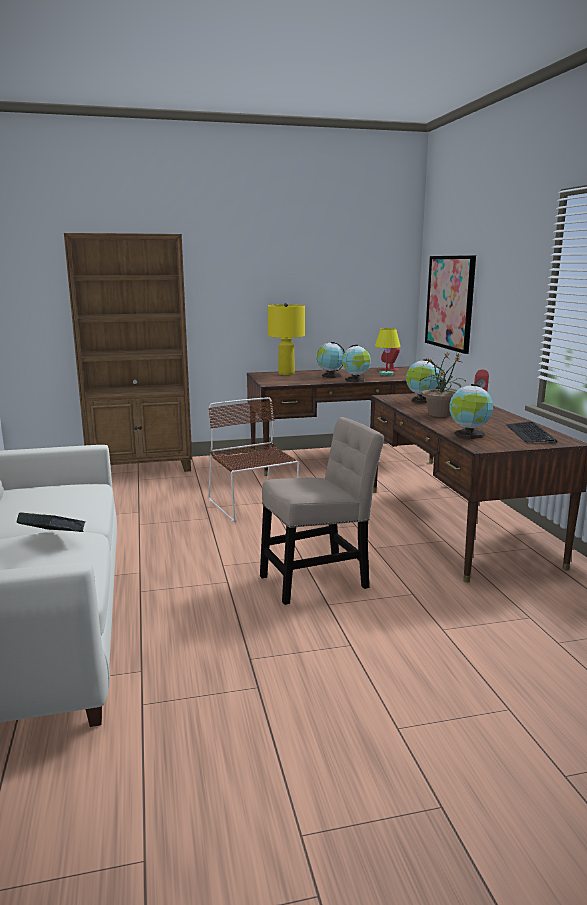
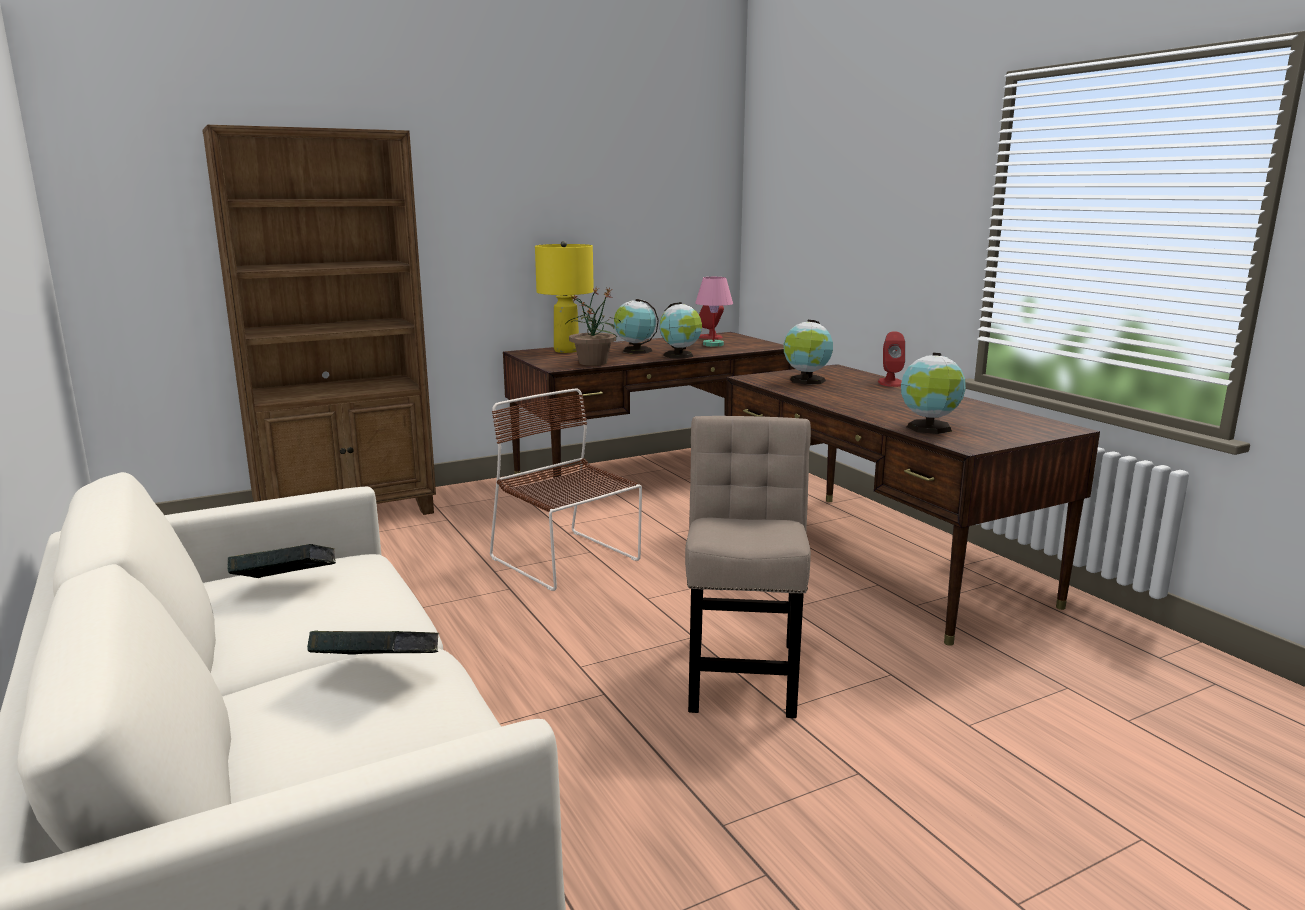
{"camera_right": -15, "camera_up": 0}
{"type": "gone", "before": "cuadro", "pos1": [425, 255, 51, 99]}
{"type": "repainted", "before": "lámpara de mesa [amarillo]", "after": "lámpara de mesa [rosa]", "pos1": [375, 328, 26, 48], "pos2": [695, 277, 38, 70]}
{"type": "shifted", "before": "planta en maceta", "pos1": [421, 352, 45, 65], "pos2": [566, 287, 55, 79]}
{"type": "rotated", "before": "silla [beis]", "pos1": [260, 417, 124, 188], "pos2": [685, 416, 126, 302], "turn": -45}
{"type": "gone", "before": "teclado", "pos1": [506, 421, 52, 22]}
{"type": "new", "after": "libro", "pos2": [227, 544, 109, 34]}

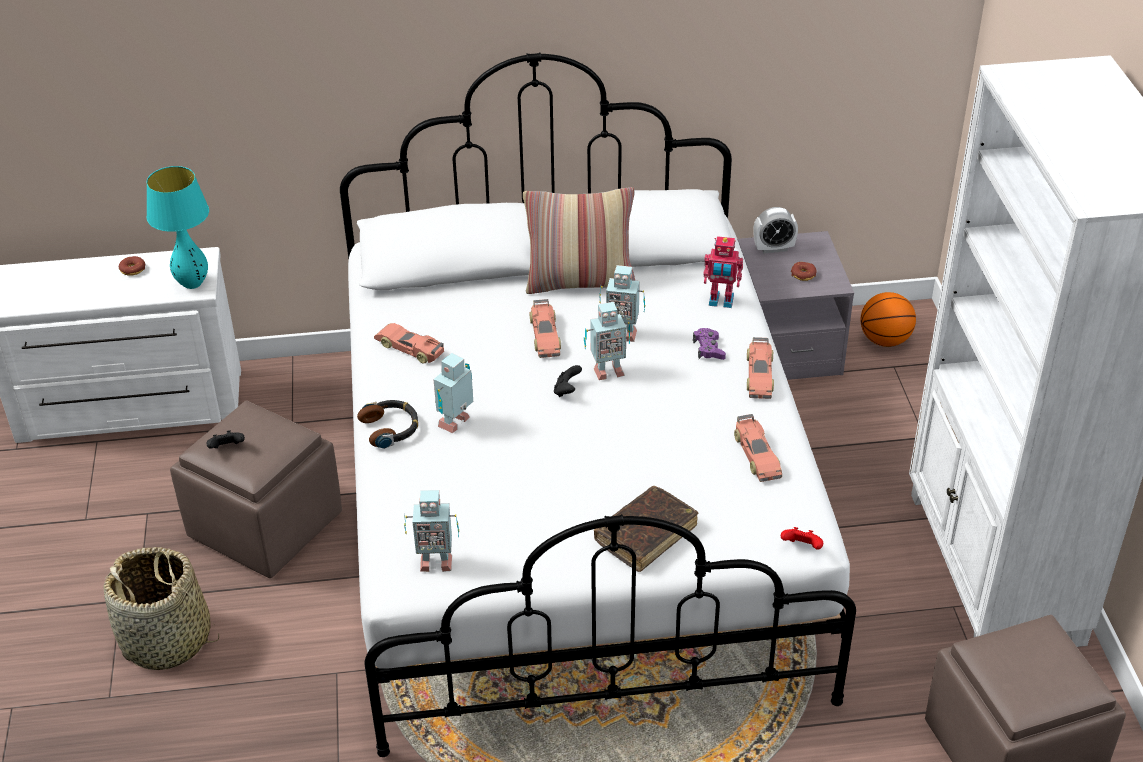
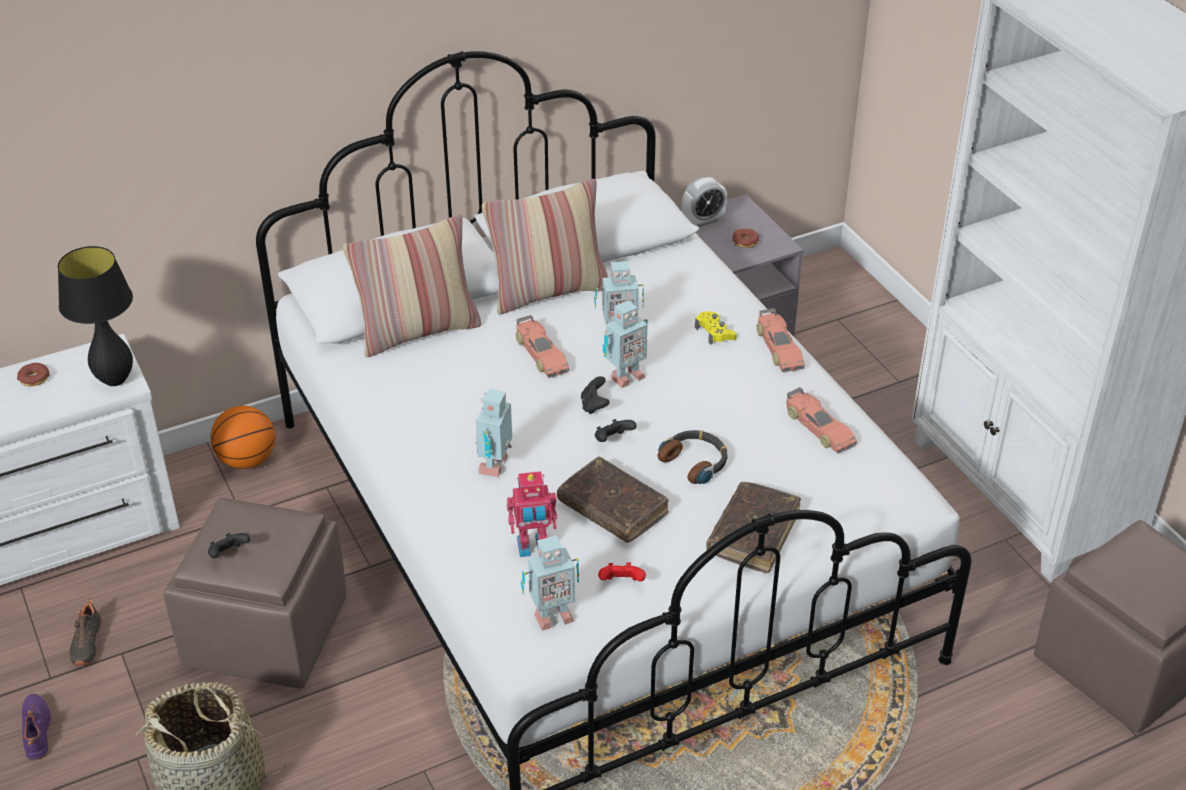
{"camera_right": -20, "camera_up": 0}
{"type": "repainted", "before": "lámpara de mesa [turquesa]", "after": "lámpara de mesa [negro]", "pos1": [147, 166, 62, 123], "pos2": [58, 246, 75, 140]}
{"type": "shifted", "before": "robot de juguete", "pos1": [703, 236, 40, 72], "pos2": [507, 471, 50, 86]}
{"type": "shifted", "before": "balón de baloncesto", "pos1": [861, 292, 55, 55], "pos2": [211, 406, 64, 63]}
{"type": "gone", "before": "coche de juguete", "pos1": [374, 323, 70, 40]}
{"type": "repainted", "before": "mando de consola [morado]", "after": "mando de consola [amarillo]", "pos1": [693, 328, 33, 32], "pos2": [695, 311, 42, 34]}
{"type": "shifted", "before": "auriculares", "pos1": [357, 400, 61, 49], "pos2": [658, 430, 70, 54]}
{"type": "shifted", "before": "mando de consola [rojo]", "pos1": [781, 527, 42, 23], "pos2": [598, 562, 48, 20]}
{"type": "new", "after": "cojín", "pos2": [343, 215, 139, 142]}
{"type": "new", "after": "mando de consola [negro]", "pos2": [595, 419, 41, 23]}
{"type": "new", "after": "libro [marrón]", "pos2": [557, 457, 112, 86]}
{"type": "new", "after": "zapato [negro]", "pos2": [70, 598, 32, 68]}
{"type": "new", "after": "zapato [morado]", "pos2": [22, 694, 29, 66]}

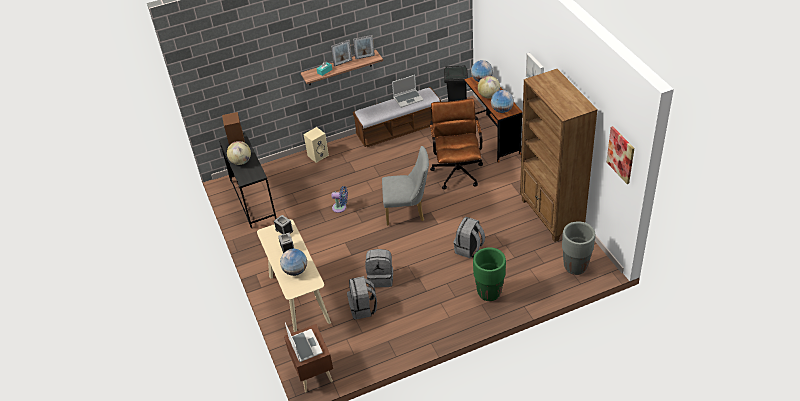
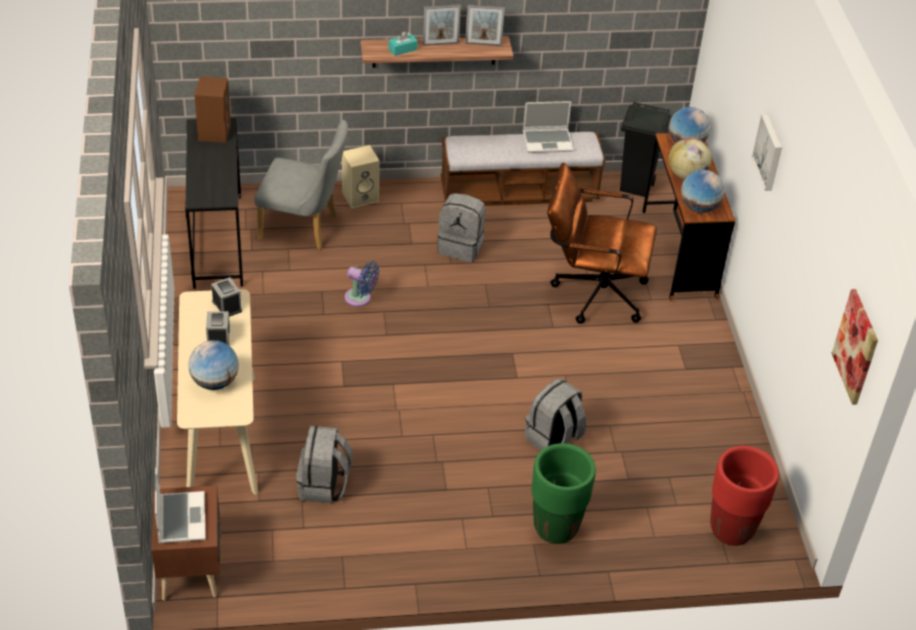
{"camera_right": 10, "camera_up": 0}
{"type": "gone", "before": "estantería [marrón]", "pos1": [520, 69, 78, 173]}
{"type": "rotated", "before": "silla de oficina [marrón]", "pos1": [430, 98, 53, 92], "pos2": [547, 163, 110, 161], "turn": -90}
{"type": "gone", "before": "globo terráqueo", "pos1": [227, 141, 24, 24]}
{"type": "shifted", "before": "silla [gris]", "pos1": [382, 146, 47, 79], "pos2": [254, 120, 94, 129]}
{"type": "repainted", "before": "maceta [gris]", "after": "maceta [rojo]", "pos1": [562, 221, 33, 54], "pos2": [710, 446, 69, 100]}
{"type": "shifted", "before": "mochila [gris]", "pos1": [365, 249, 28, 38], "pos2": [437, 193, 49, 69]}

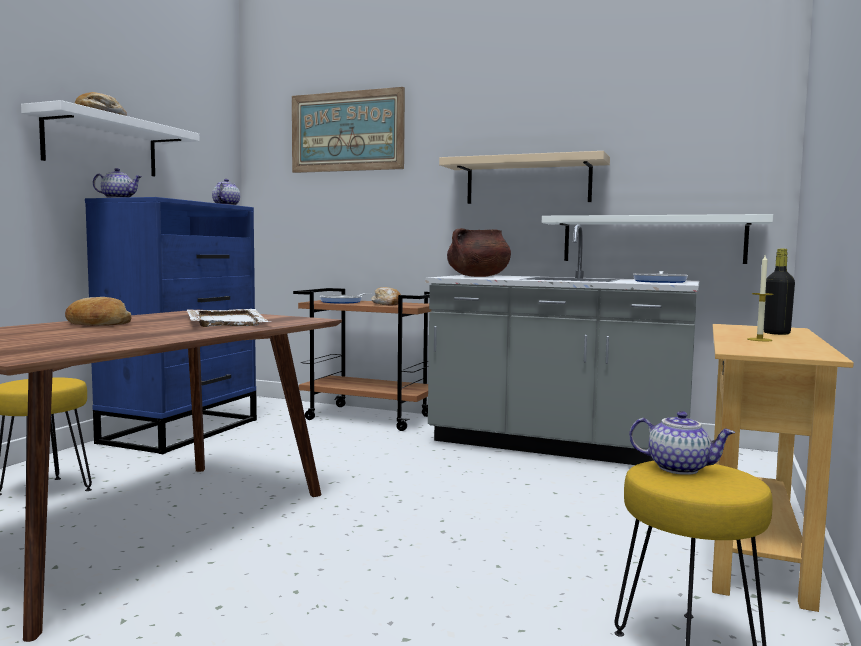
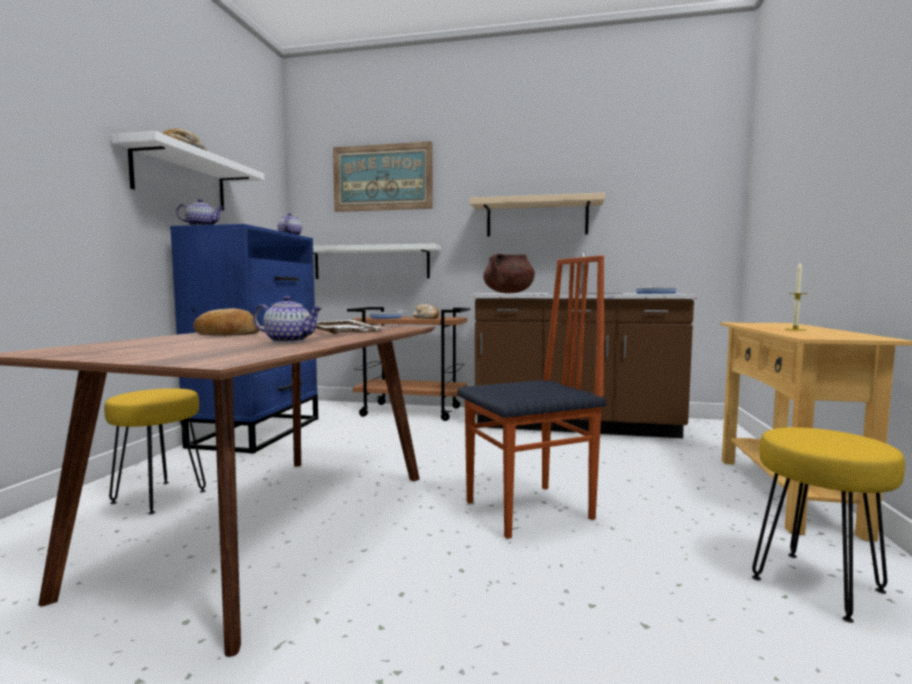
{"camera_right": -10, "camera_up": 0}
{"type": "shifted", "before": "estante [blanco]", "pos1": [542, 214, 231, 50], "pos2": [313, 244, 128, 35]}
{"type": "repainted", "before": "mueble bajo de cocina [gris]", "after": "mueble bajo de cocina [marrón]", "pos1": [425, 224, 274, 241], "pos2": [473, 251, 225, 187]}
{"type": "gone", "before": "botella [negro]", "pos1": [764, 249, 31, 86]}
{"type": "shifted", "before": "tetera", "pos1": [629, 411, 106, 64], "pos2": [253, 296, 70, 47]}
{"type": "new", "after": "silla", "pos2": [457, 255, 149, 284]}

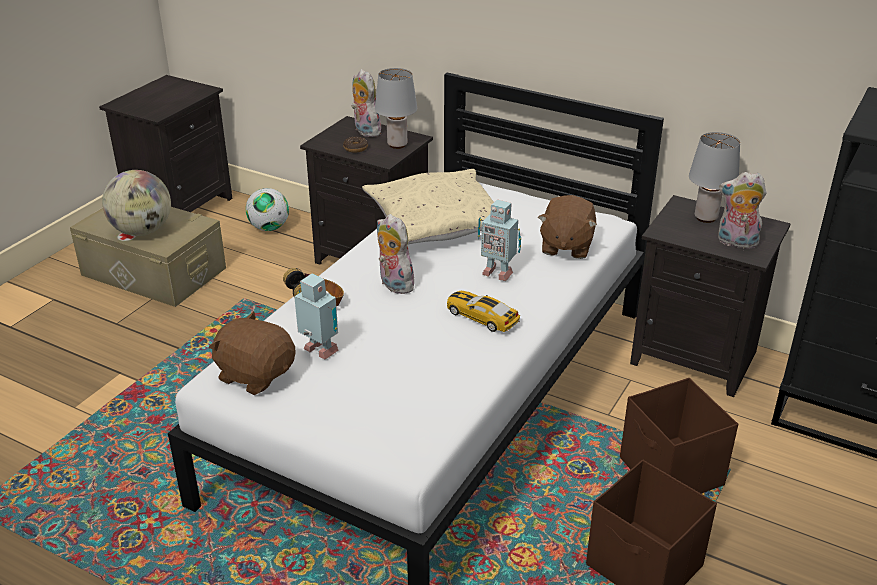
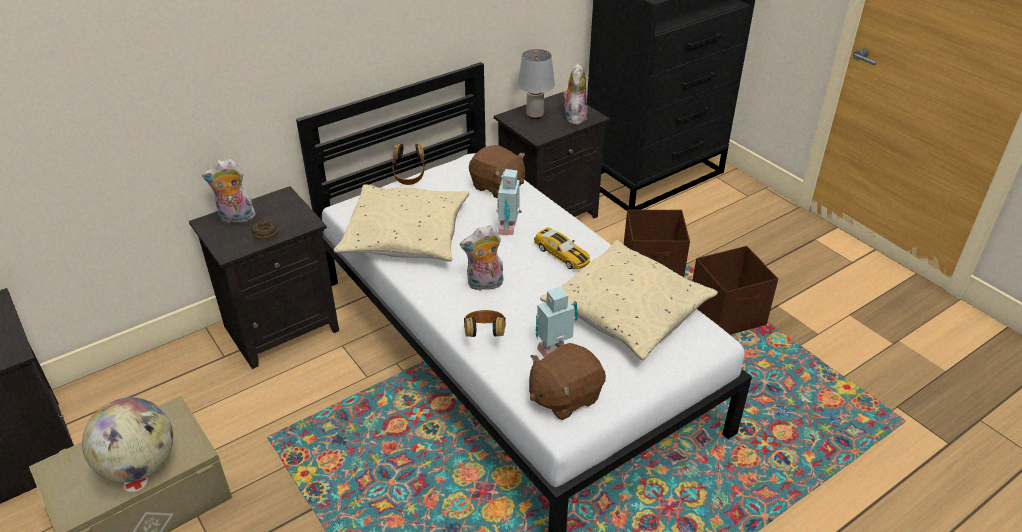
{"camera_right": -65, "camera_up": 5}
{"type": "gone", "before": "lámpara de mesa [gris]", "pos1": [375, 68, 42, 81]}
{"type": "rotated", "before": "peluche", "pos1": [718, 172, 49, 77], "pos2": [562, 63, 25, 62], "turn": 150}
{"type": "gone", "before": "balón de fútbol", "pos1": [246, 188, 43, 43]}
{"type": "rotated", "before": "robot de juguete", "pos1": [478, 199, 43, 82], "pos2": [496, 169, 26, 66], "turn": 135}
{"type": "rotated", "before": "coche de juguete", "pos1": [447, 291, 73, 41], "pos2": [534, 227, 56, 42], "turn": -105}
{"type": "new", "after": "auriculares", "pos2": [392, 144, 33, 41]}
{"type": "new", "after": "cojín [beis]", "pos2": [540, 240, 178, 120]}

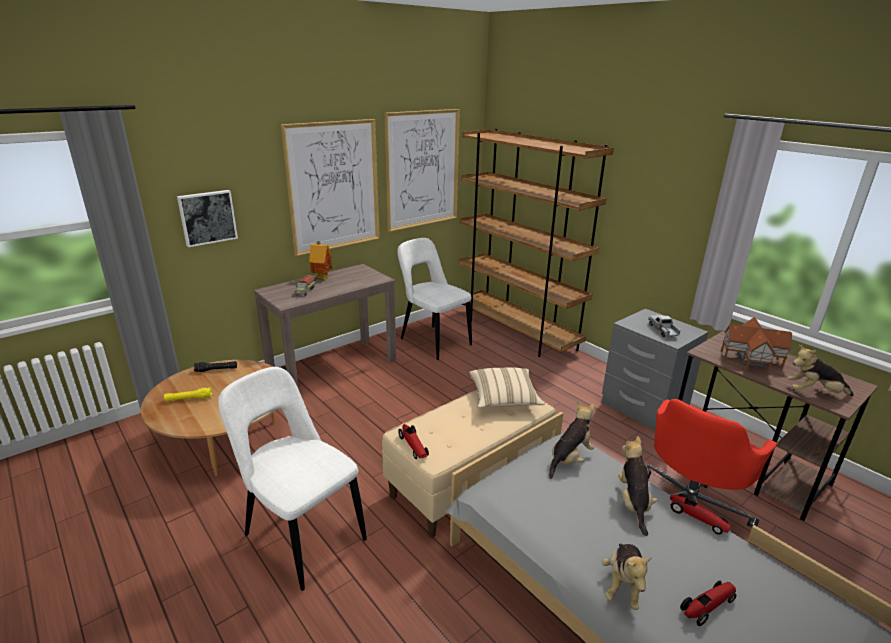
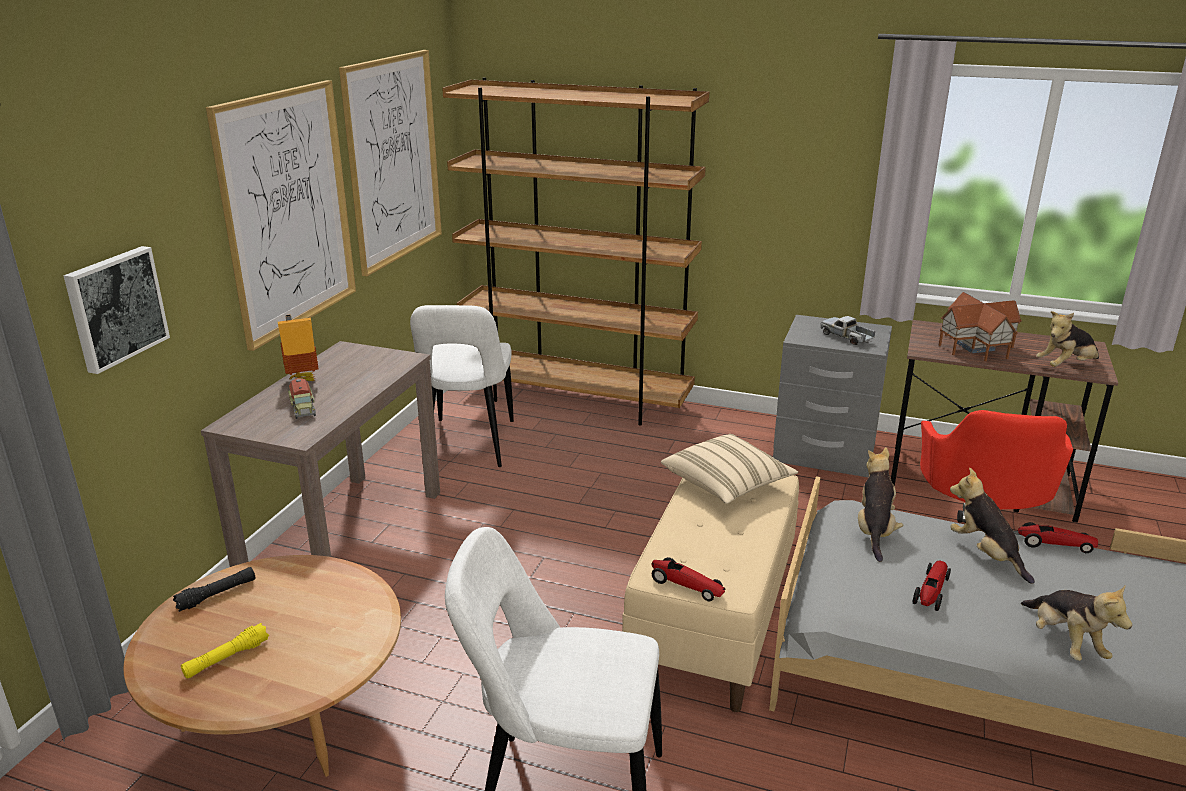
{"camera_right": -30, "camera_up": 0}
{"type": "rotated", "before": "silla [blanco]", "pos1": [397, 238, 75, 122], "pos2": [410, 305, 104, 162], "turn": -105}
{"type": "shifted", "before": "coche de juguete", "pos1": [680, 581, 56, 45], "pos2": [913, 561, 38, 50]}

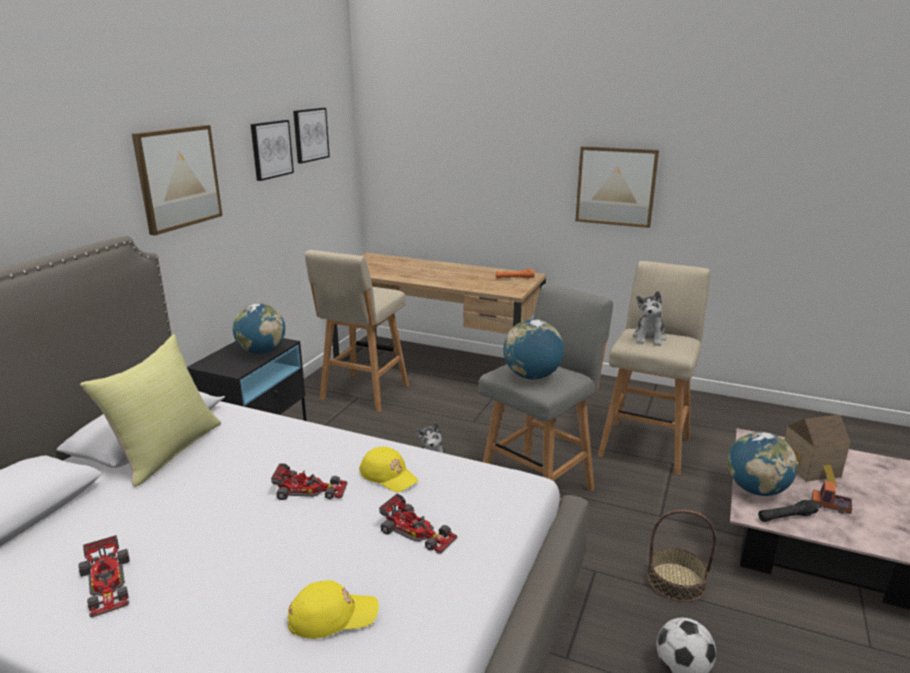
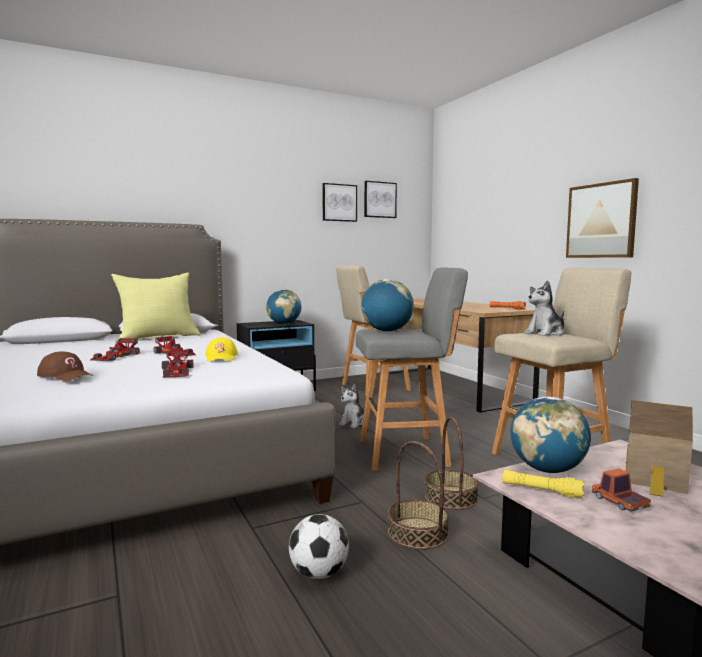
{"camera_right": 40, "camera_up": -15}
{"type": "gone", "before": "cuadro", "pos1": [132, 125, 90, 110]}
{"type": "repainted", "before": "linterna [negro]", "after": "linterna [amarillo]", "pos1": [758, 500, 61, 22], "pos2": [502, 470, 82, 28]}
{"type": "shifted", "before": "coche de juguete", "pos1": [78, 535, 52, 83], "pos2": [90, 338, 50, 23]}
{"type": "repainted", "before": "gorra [amarillo]", "after": "gorra [marrón]", "pos1": [288, 580, 91, 59], "pos2": [37, 351, 56, 30]}
{"type": "new", "after": "cesta", "pos2": [425, 417, 54, 93]}

